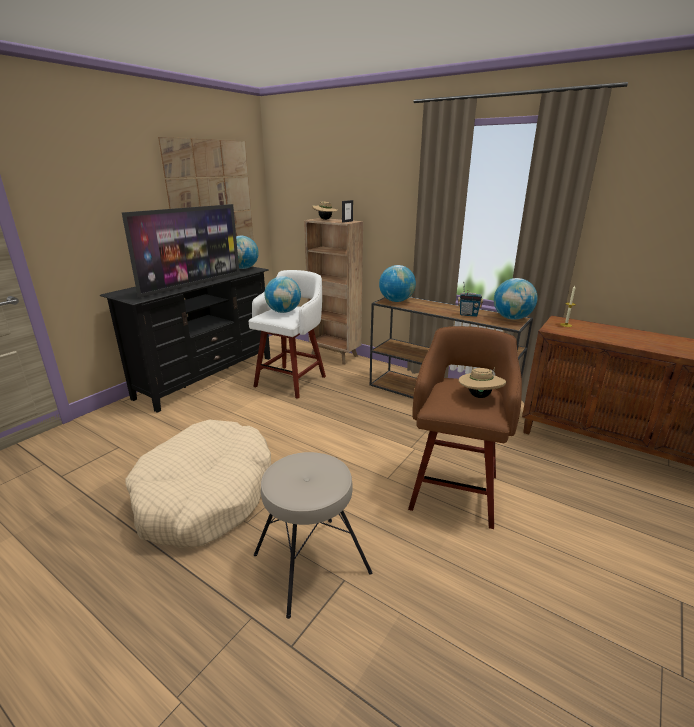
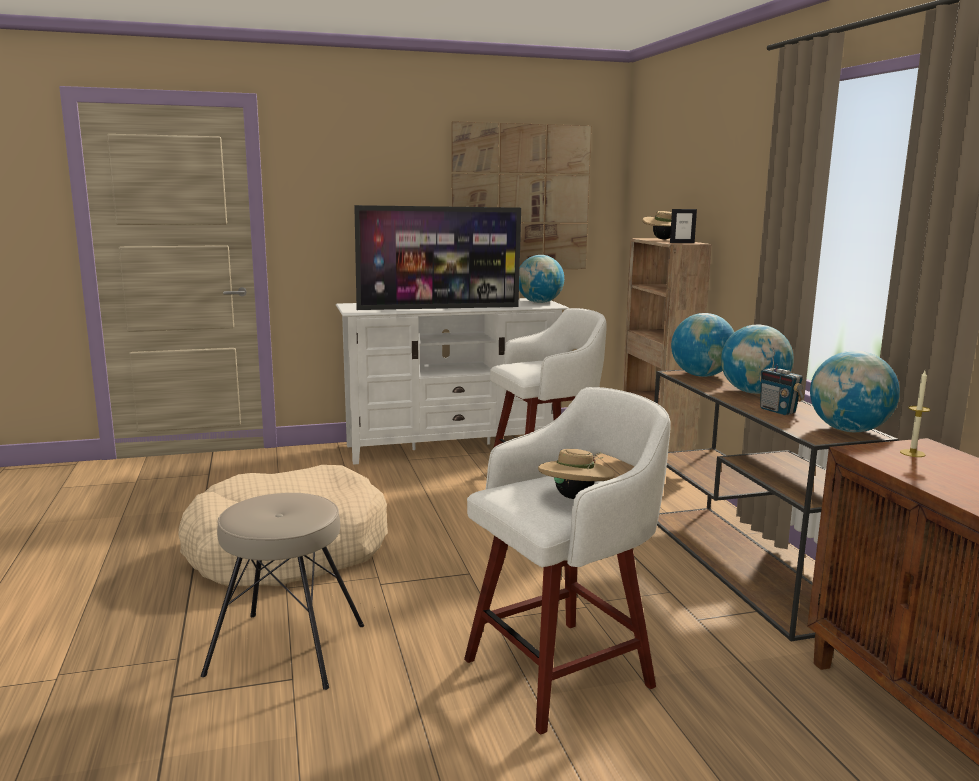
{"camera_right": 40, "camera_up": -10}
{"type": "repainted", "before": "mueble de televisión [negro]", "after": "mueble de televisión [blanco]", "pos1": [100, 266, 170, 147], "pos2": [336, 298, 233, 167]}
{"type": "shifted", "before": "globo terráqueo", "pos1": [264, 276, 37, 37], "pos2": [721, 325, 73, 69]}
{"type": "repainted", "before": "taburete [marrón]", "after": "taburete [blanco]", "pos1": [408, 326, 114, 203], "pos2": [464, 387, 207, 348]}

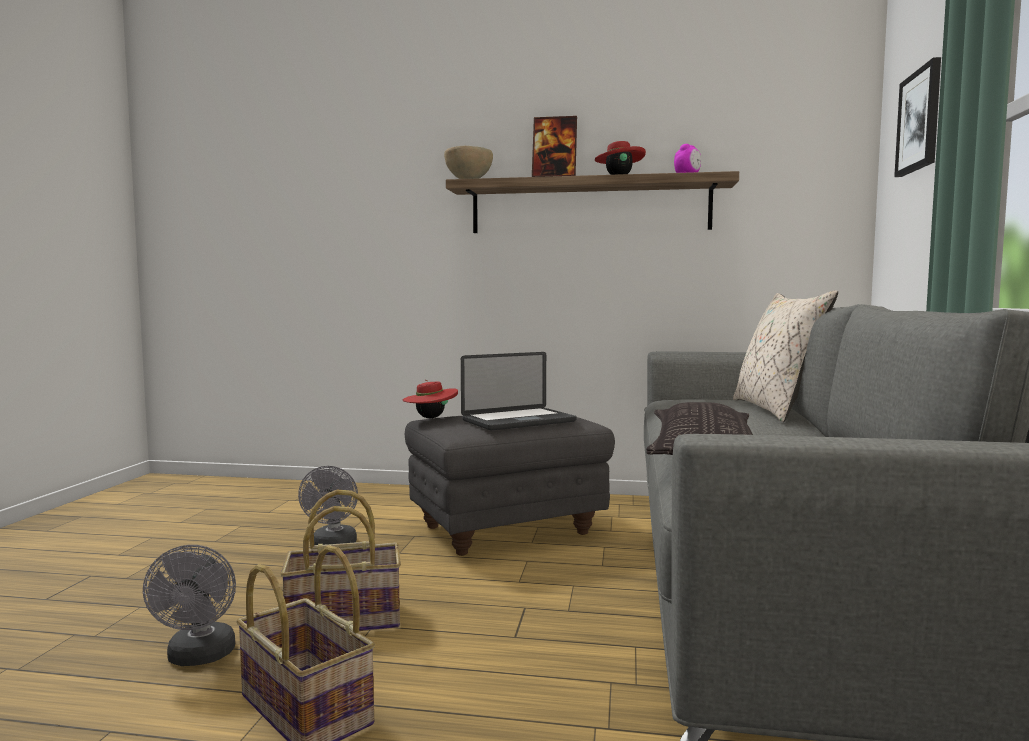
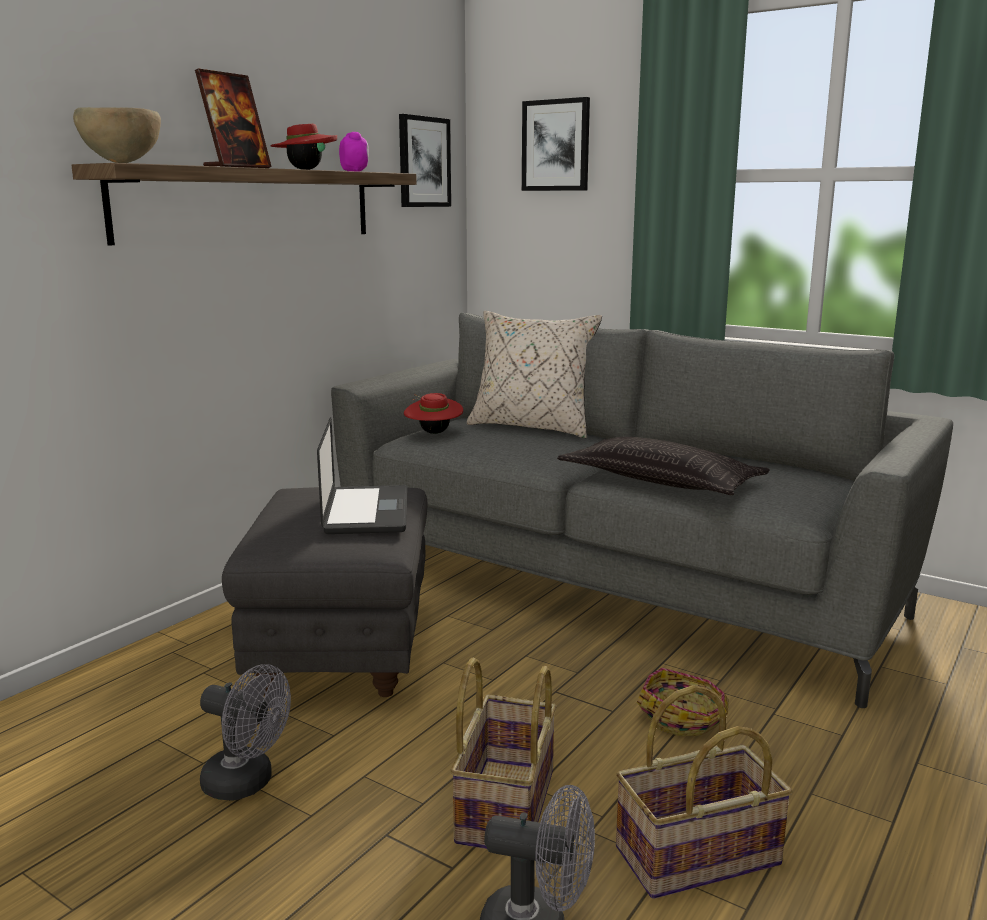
{"camera_right": -65, "camera_up": 10}
{"type": "shifted", "before": "sombrero [rojo]", "pos1": [403, 380, 55, 38], "pos2": [404, 393, 59, 41]}
{"type": "new", "after": "cuadro", "pos2": [399, 114, 52, 93]}
{"type": "new", "after": "cesta", "pos2": [637, 668, 91, 68]}

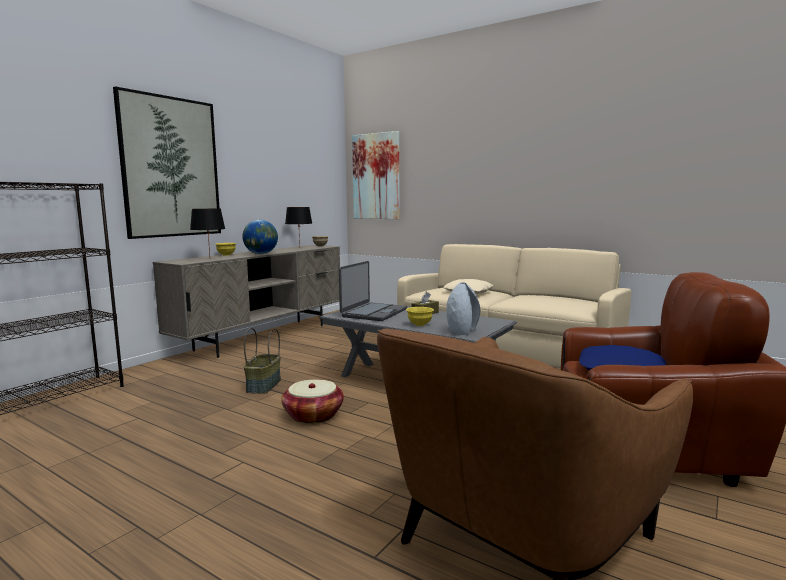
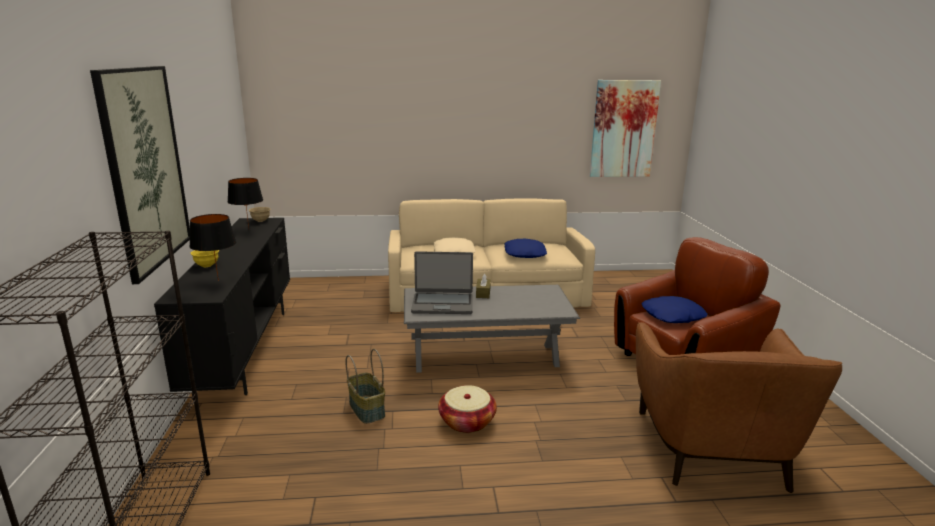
{"camera_right": -40, "camera_up": 10}
{"type": "shifted", "before": "cuadro", "pos1": [352, 131, 48, 88], "pos2": [590, 80, 71, 97]}
{"type": "gone", "before": "globo terráqueo", "pos1": [242, 220, 36, 34]}
{"type": "repainted", "before": "mueble de televisión [beis]", "after": "mueble de televisión [negro]", "pos1": [153, 245, 187, 113], "pos2": [154, 218, 136, 177]}
{"type": "rotated", "before": "portátil", "pos1": [339, 261, 68, 60], "pos2": [411, 251, 62, 63], "turn": 105}
{"type": "gone", "before": "florero [gris]", "pos1": [446, 283, 34, 52]}
{"type": "gone", "before": "cuenco [amarillo]", "pos1": [406, 307, 28, 19]}
{"type": "new", "after": "cojín [azul]", "pos2": [504, 239, 43, 19]}

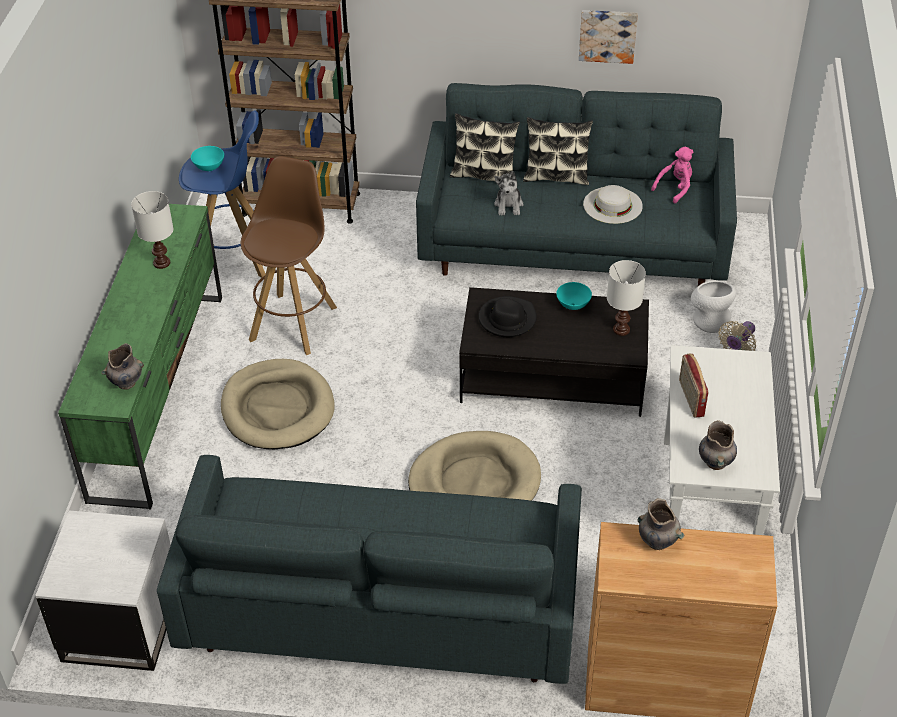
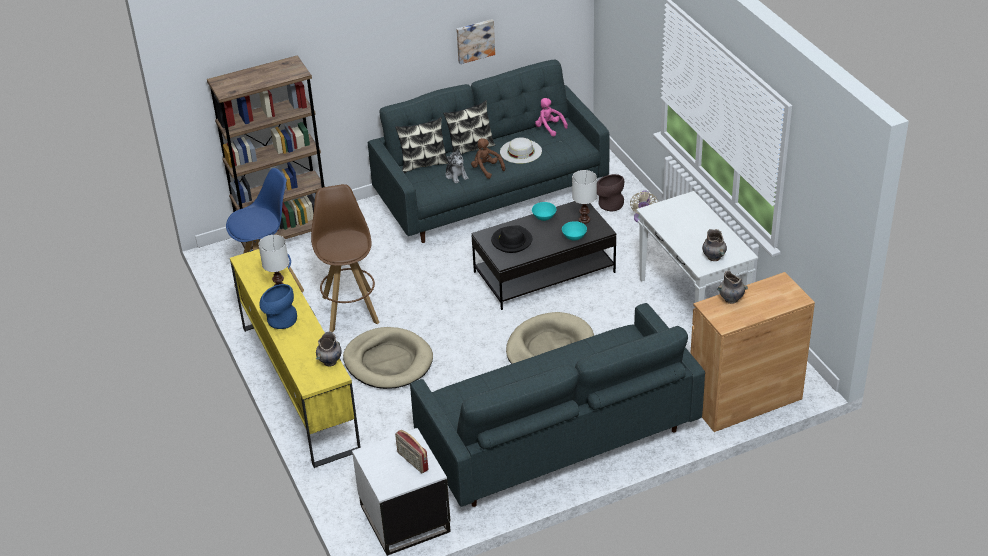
{"camera_right": -30, "camera_up": -5}
{"type": "shifted", "before": "cuenco [turquesa]", "pos1": [191, 146, 33, 25], "pos2": [562, 221, 25, 20]}
{"type": "rotated", "before": "peluche [rosa]", "pos1": [651, 147, 42, 57], "pos2": [535, 98, 33, 38], "turn": -60}
{"type": "repainted", "before": "mueble de televisión [verde]", "after": "mueble de televisión [amarillo]", "pos1": [58, 204, 164, 306], "pos2": [230, 249, 131, 219]}
{"type": "repainted", "before": "florero [blanco]", "after": "florero [marrón]", "pos1": [691, 281, 45, 52], "pos2": [597, 174, 27, 37]}
{"type": "shifted", "before": "radio", "pos1": [679, 353, 29, 65], "pos2": [395, 430, 33, 43]}
{"type": "new", "after": "peluche [marrón]", "pos2": [471, 138, 34, 41]}
{"type": "new", "after": "florero [azul]", "pos2": [259, 284, 38, 45]}

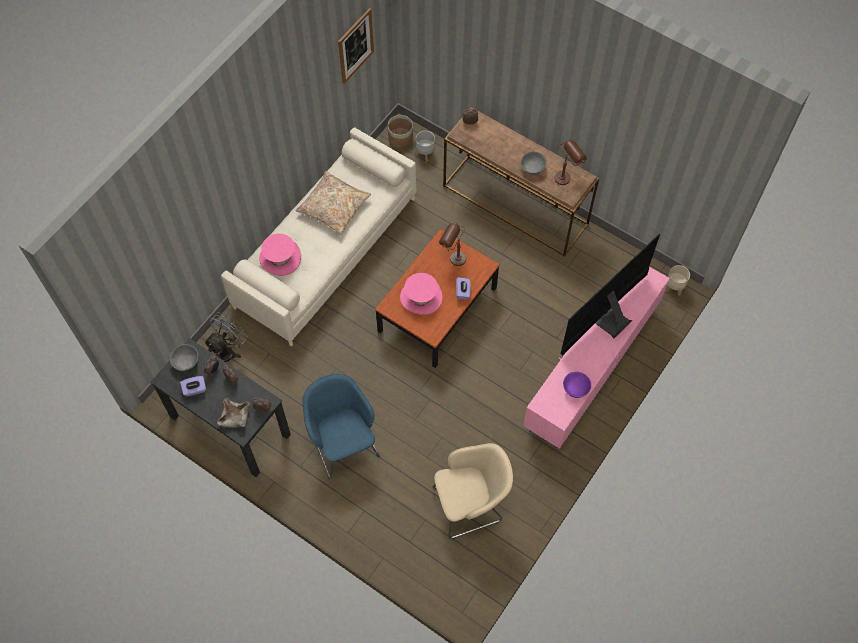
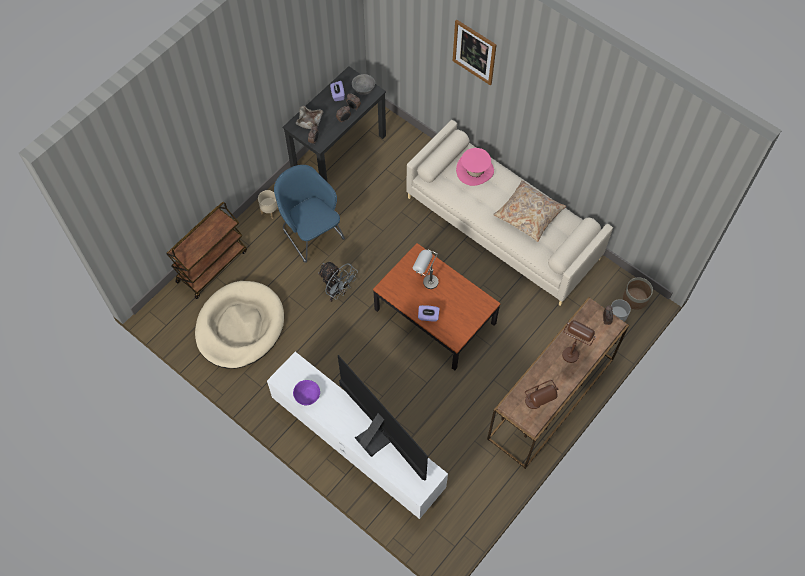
{"camera_right": 95, "camera_up": 0}
{"type": "shifted", "before": "cuadro", "pos1": [338, 8, 36, 76], "pos2": [453, 19, 43, 66]}
{"type": "gone", "before": "cuenco [gris]", "pos1": [520, 151, 27, 24]}
{"type": "shifted", "before": "lámpara de mesa [marrón]", "pos1": [439, 223, 27, 43], "pos2": [562, 320, 34, 43]}
{"type": "repainted", "before": "mueble de televisión [rosa]", "after": "mueble de televisión [blanco]", "pos1": [523, 257, 147, 192], "pos2": [267, 352, 181, 167]}
{"type": "shifted", "before": "maceta [beis]", "pos1": [665, 265, 25, 31], "pos2": [258, 190, 21, 29]}
{"type": "swapped", "before": "sombrero [rosa]", "after": "lámpara de mesa [gris]", "pos1": [400, 273, 43, 42], "pos2": [413, 249, 26, 40]}
{"type": "shifted", "before": "ventilador [gris]", "pos1": [204, 312, 43, 50], "pos2": [318, 262, 40, 40]}
{"type": "rotated", "before": "sillón [azul]", "pos1": [302, 374, 79, 106], "pos2": [274, 165, 71, 98], "turn": -105}
{"type": "swapped", "before": "sillón [beis]", "after": "cama para perro [beis]", "pos1": [432, 443, 81, 96], "pos2": [195, 281, 89, 88]}
{"type": "new", "after": "carrito [marrón]", "pos2": [166, 202, 81, 97]}

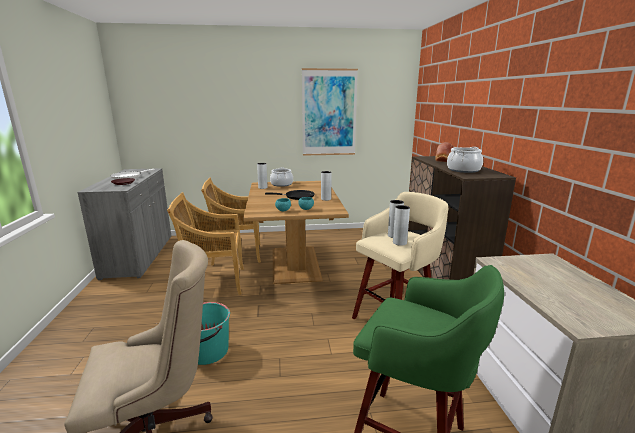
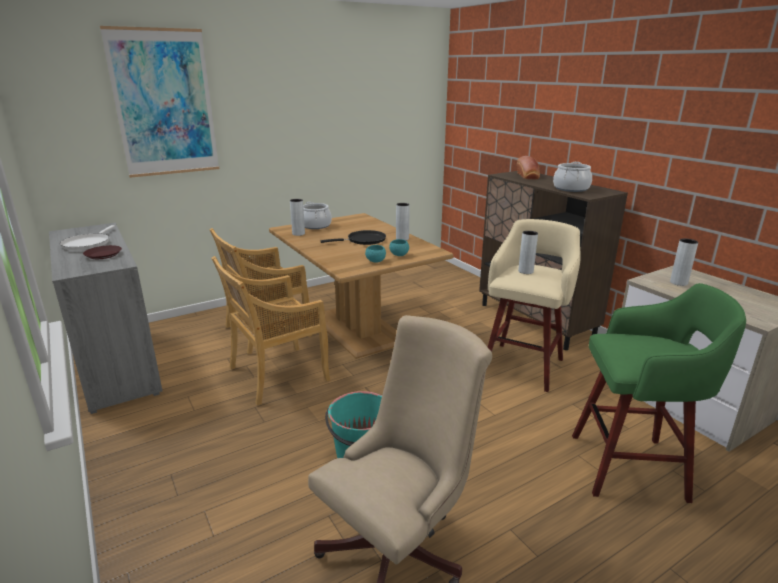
{"camera_right": -25, "camera_up": 5}
{"type": "shifted", "before": "cuadro", "pos1": [302, 68, 56, 88], "pos2": [100, 26, 119, 152]}
{"type": "shifted", "before": "florero [gris]", "pos1": [393, 205, 17, 41], "pos2": [670, 239, 28, 47]}

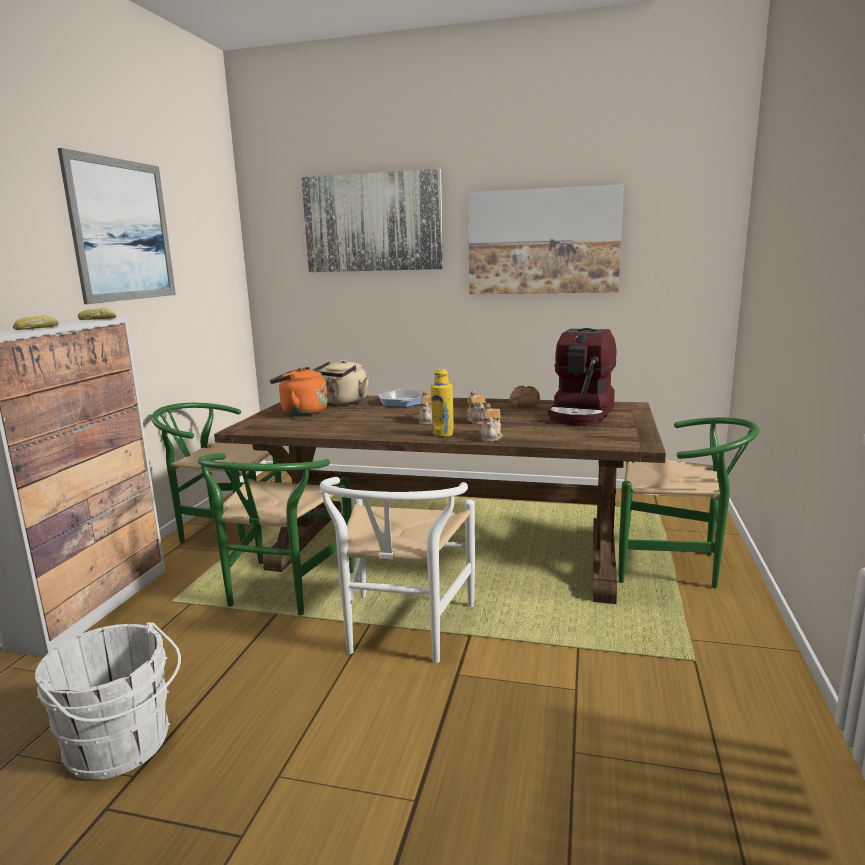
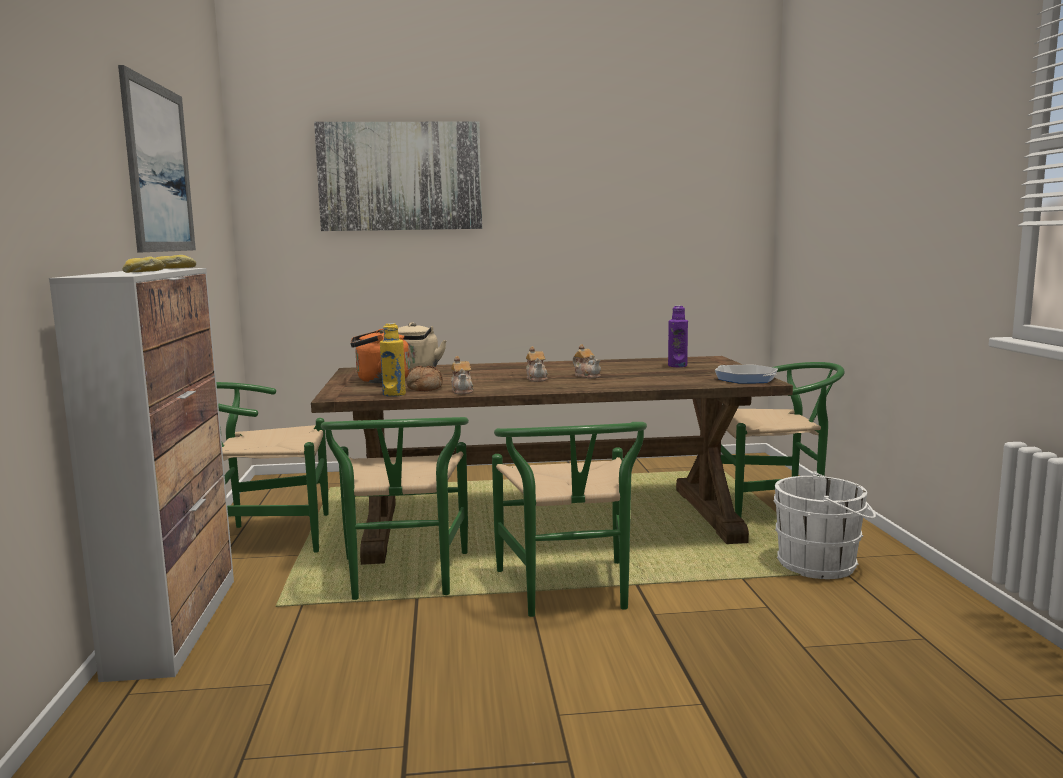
{"camera_right": -20, "camera_up": -5}
{"type": "gone", "before": "cuadro", "pos1": [468, 184, 156, 110]}
{"type": "swapped", "before": "cafetera", "after": "botella [morado]", "pos1": [548, 328, 69, 98], "pos2": [668, 306, 20, 61]}
{"type": "shifted", "before": "botella [amarillo]", "pos1": [431, 369, 23, 68], "pos2": [380, 323, 26, 74]}
{"type": "shifted", "before": "pan", "pos1": [510, 386, 30, 21], "pos2": [406, 365, 37, 26]}
{"type": "shifted", "before": "sartén", "pos1": [378, 389, 45, 18], "pos2": [715, 365, 63, 19]}
{"type": "shifted", "before": "tetera", "pos1": [481, 403, 22, 39], "pos2": [451, 356, 23, 38]}
{"type": "repainted", "before": "silla [blanco]", "after": "silla [verde]", "pos1": [320, 477, 155, 186], "pos2": [492, 422, 155, 195]}
{"type": "shifted", "before": "cubo [blanco]", "pos1": [35, 622, 146, 158], "pos2": [773, 471, 103, 108]}

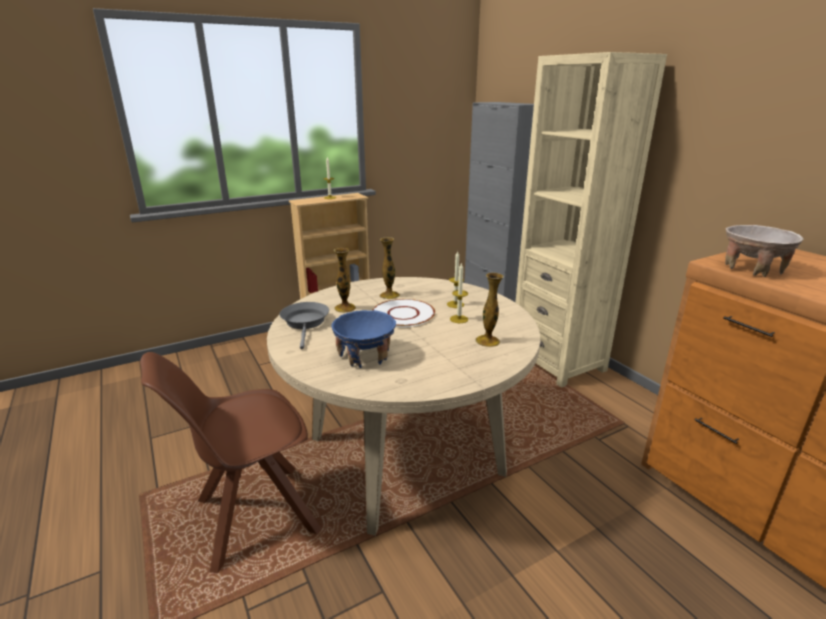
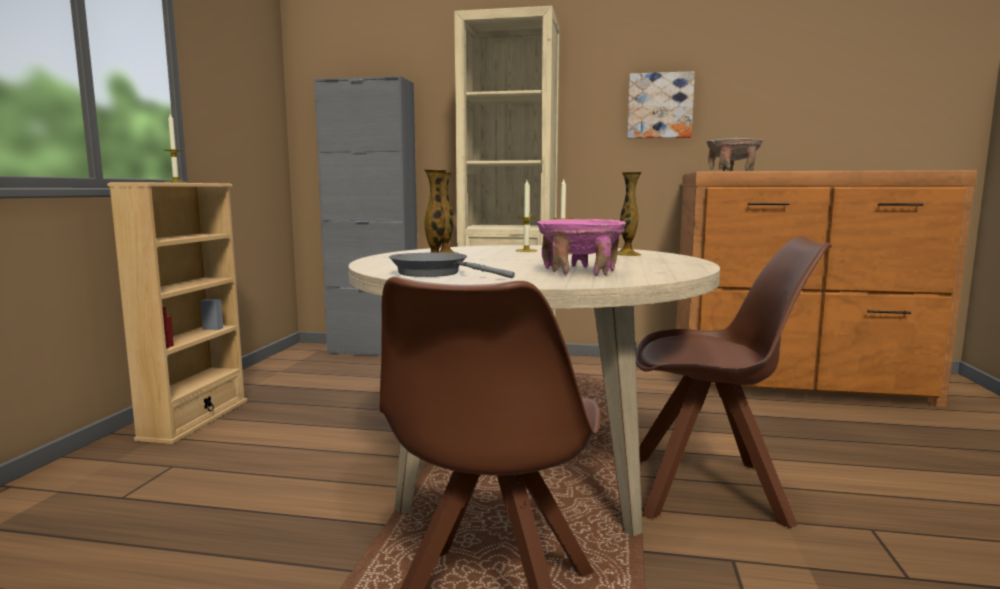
{"camera_right": -50, "camera_up": -15}
{"type": "gone", "before": "plato [blanco]", "pos1": [373, 299, 62, 28]}
{"type": "repainted", "before": "cuenco [azul]", "after": "cuenco [rosa]", "pos1": [332, 310, 64, 58], "pos2": [537, 219, 89, 57]}
{"type": "new", "after": "cuadro", "pos2": [627, 71, 68, 68]}
{"type": "new", "after": "silla [marrón]", "pos2": [636, 237, 196, 291]}

